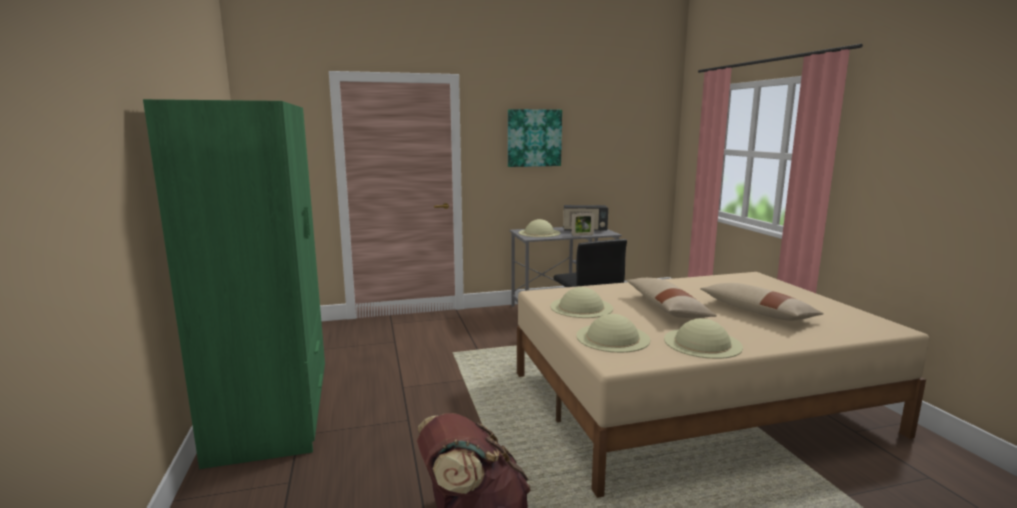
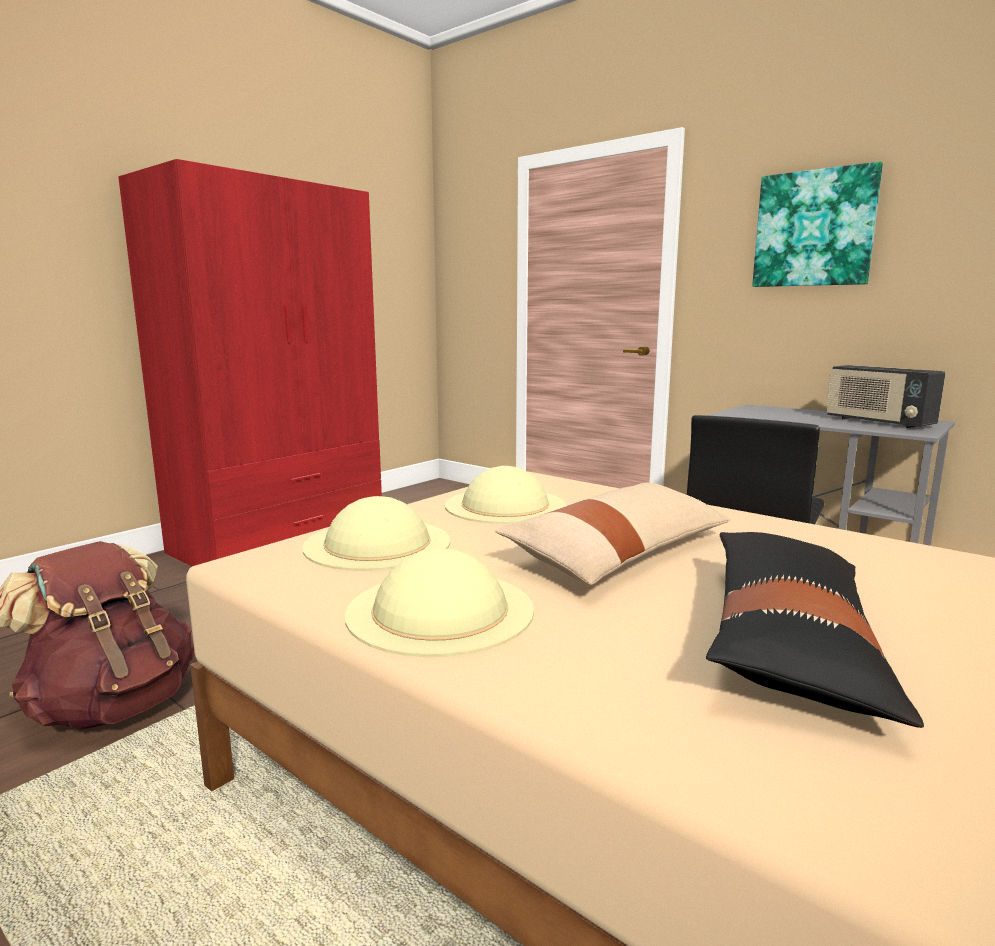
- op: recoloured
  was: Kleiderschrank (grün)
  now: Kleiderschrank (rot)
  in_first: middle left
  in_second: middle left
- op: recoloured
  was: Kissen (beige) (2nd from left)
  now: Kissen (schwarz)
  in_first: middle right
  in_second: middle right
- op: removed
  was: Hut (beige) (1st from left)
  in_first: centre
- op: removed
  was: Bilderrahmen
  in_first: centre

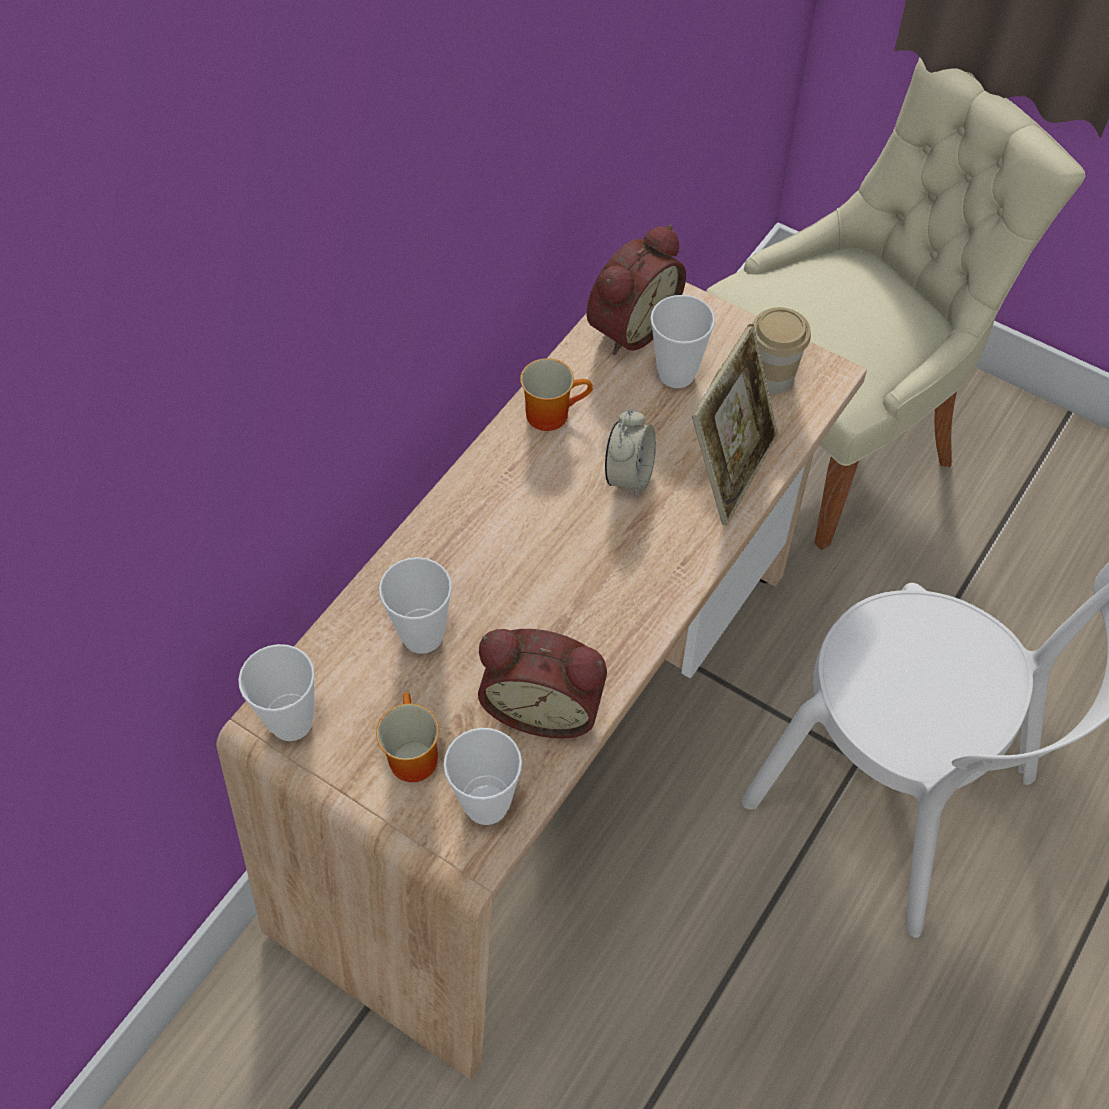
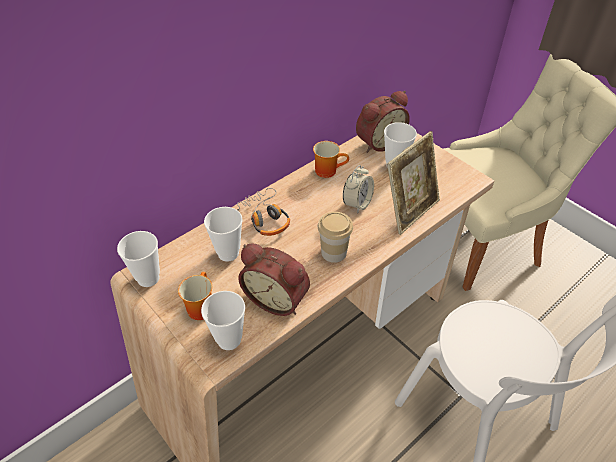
- op: added
  now: Kopfhörer
  in_second: centre
- op: moved
  was: Tasse (5th from left in the first image)
  now: Tasse (4th from left)
  in_first: top right
  in_second: centre

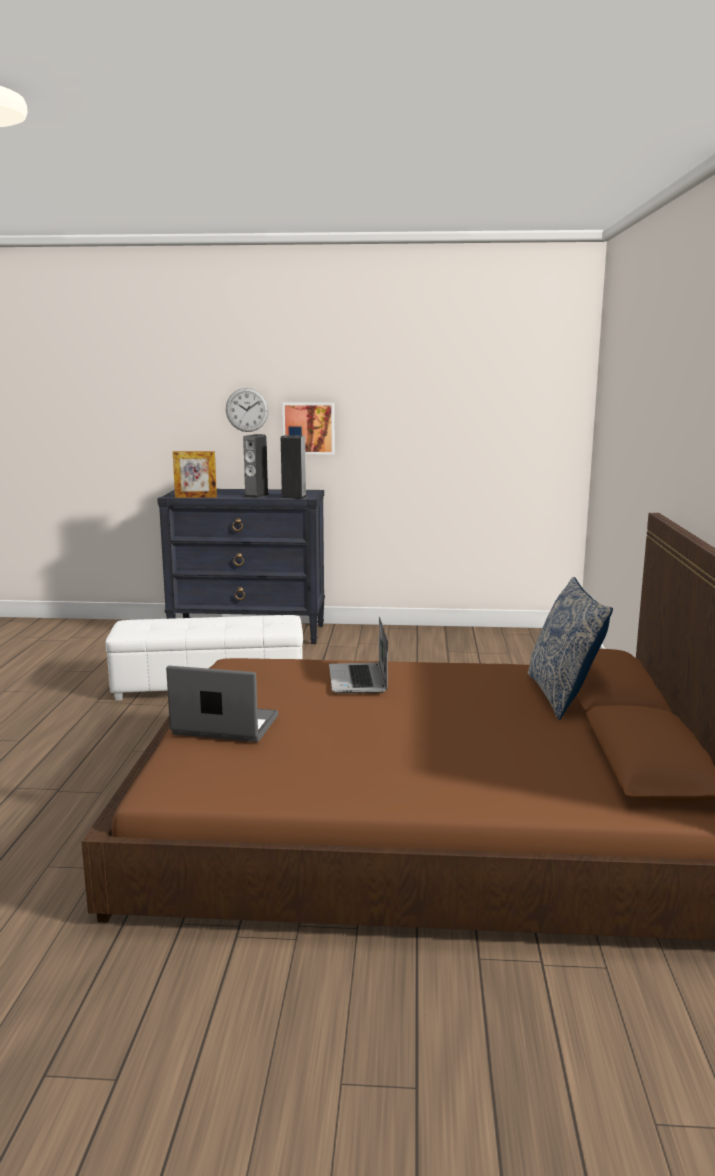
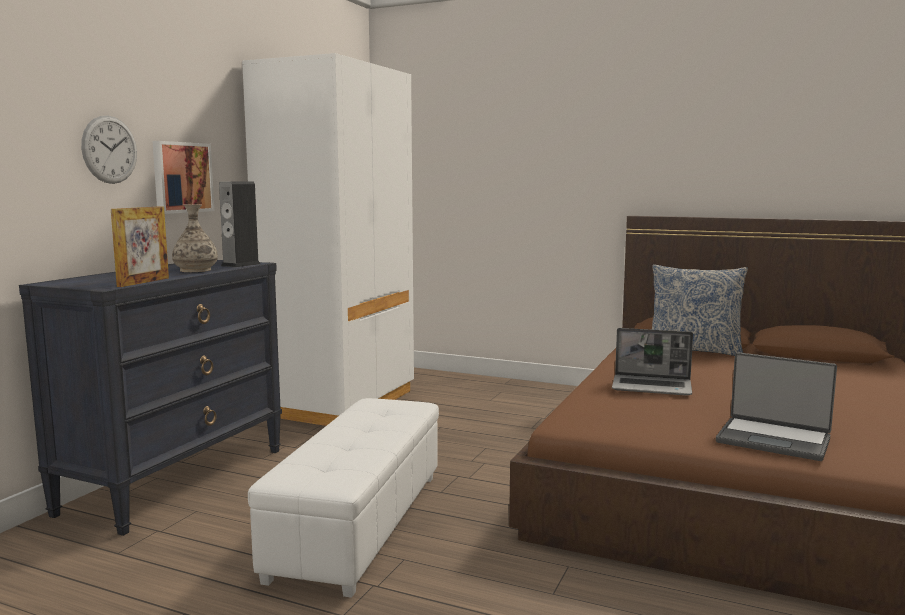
- op: replaced
  was: Lautsprecher (1st from left)
  now: Vase
  in_first: centre
  in_second: middle left
- op: added
  now: Kleiderschrank (weiß)
  in_second: centre
- op: turned
  was: Laptop (1st from left in the first image)
  in_first: middle left
  in_second: middle right
  clockwise: -90

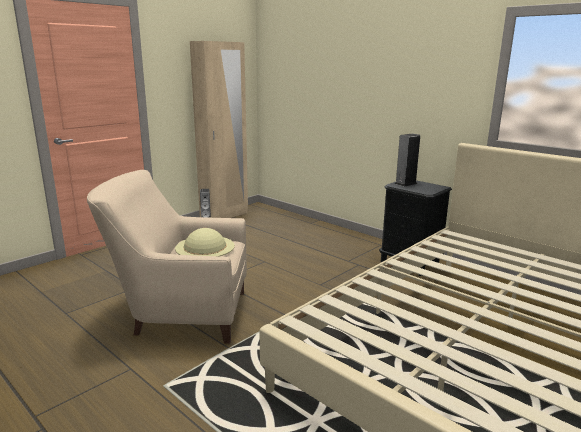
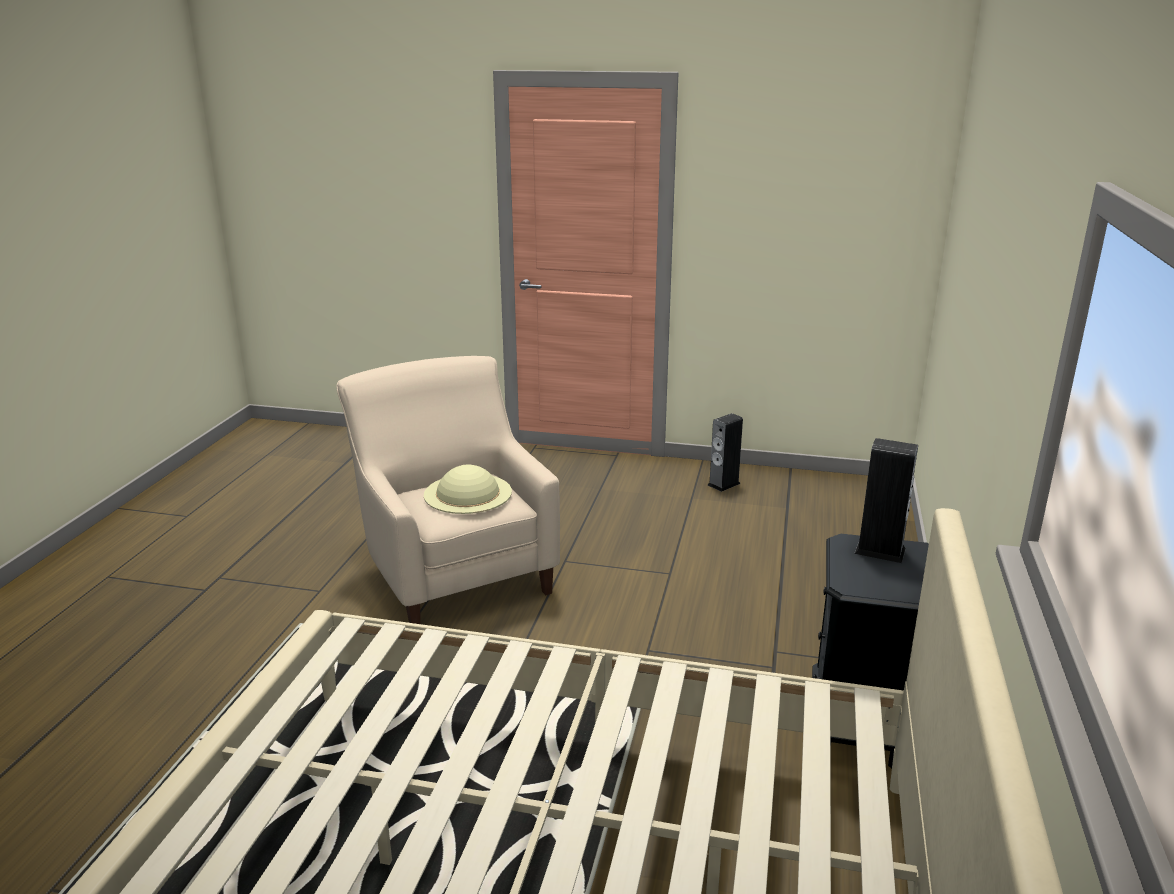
- op: removed
  was: Kleiderschrank (beige)
  in_first: top centre

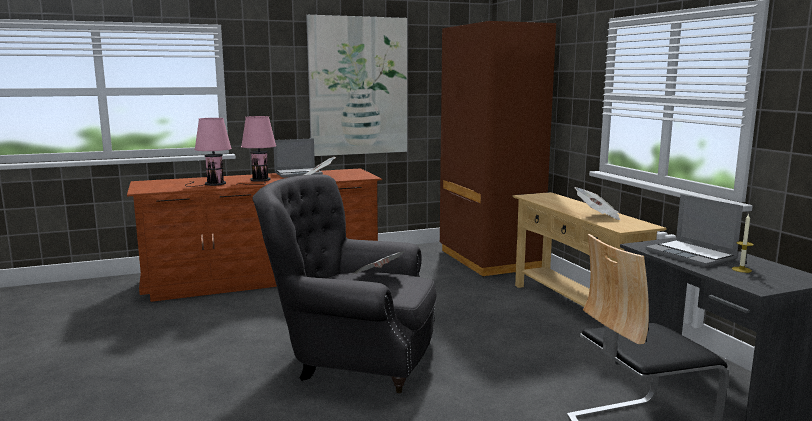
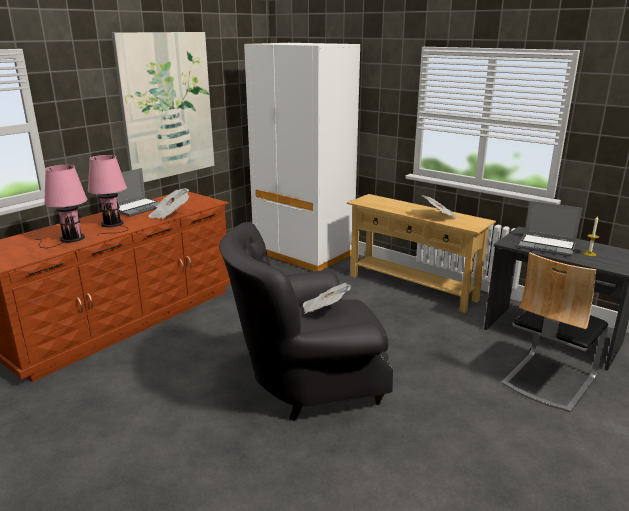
- op: recoloured
  was: Kleiderschrank (braun)
  now: Kleiderschrank (weiß)
  in_first: centre
  in_second: top centre

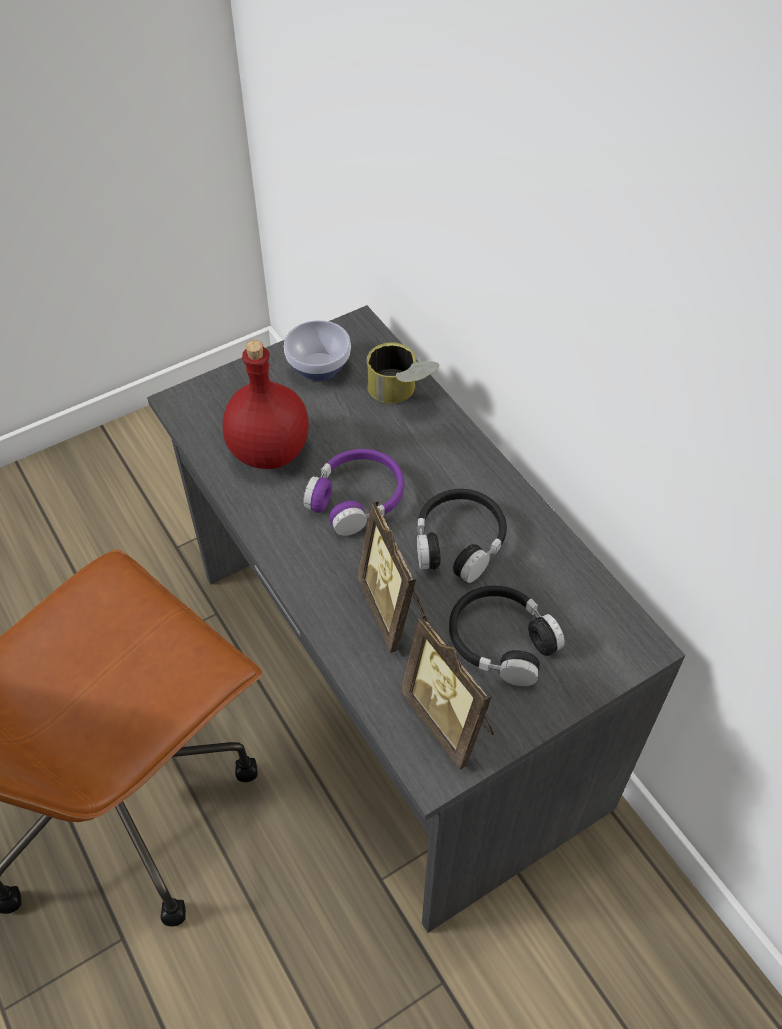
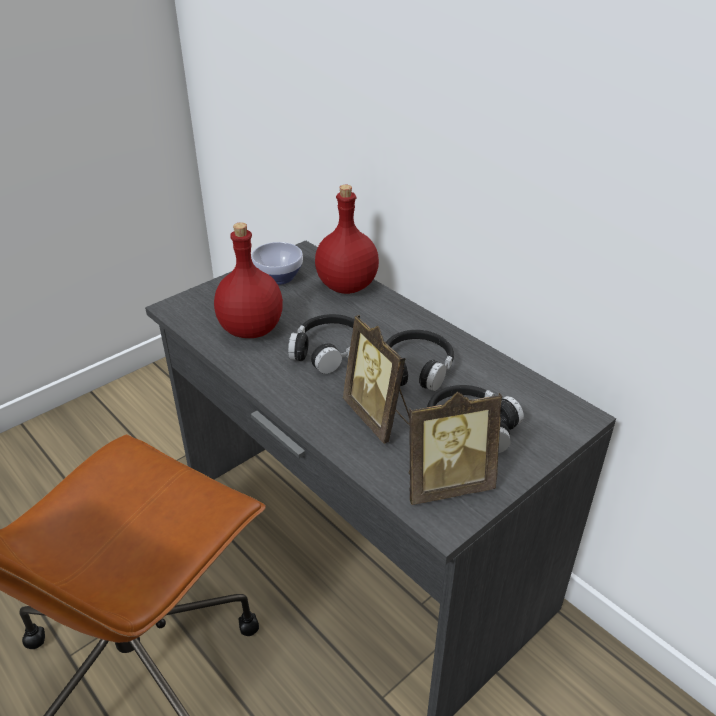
- op: recoloured
  was: Kopfhörer (lila)
  now: Kopfhörer (schwarz) (1st from left)
  in_first: centre
  in_second: centre
- op: replaced
  was: Dose
  now: Flasche (rot) (2nd from left)
  in_first: centre
  in_second: centre
- op: turned
  was: Bilderrahmen (2nd from left)
  in_first: bottom centre
  in_second: centre
  clockwise: -60

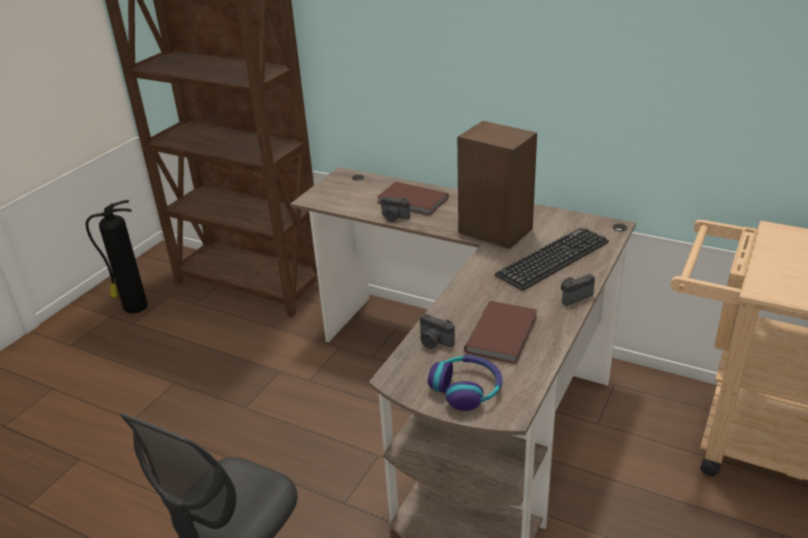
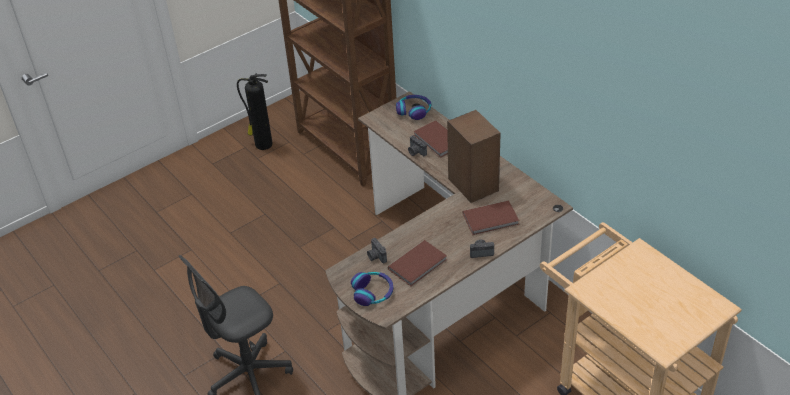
- op: added
  now: Kopfhörer (2nd from left)
  in_second: top centre
- op: replaced
  was: Tastatur
  now: Buch (braun) (3rd from left)
  in_first: middle right
  in_second: centre

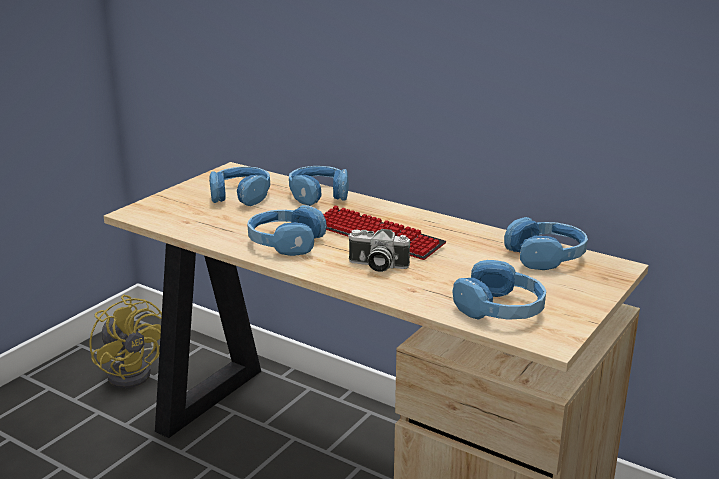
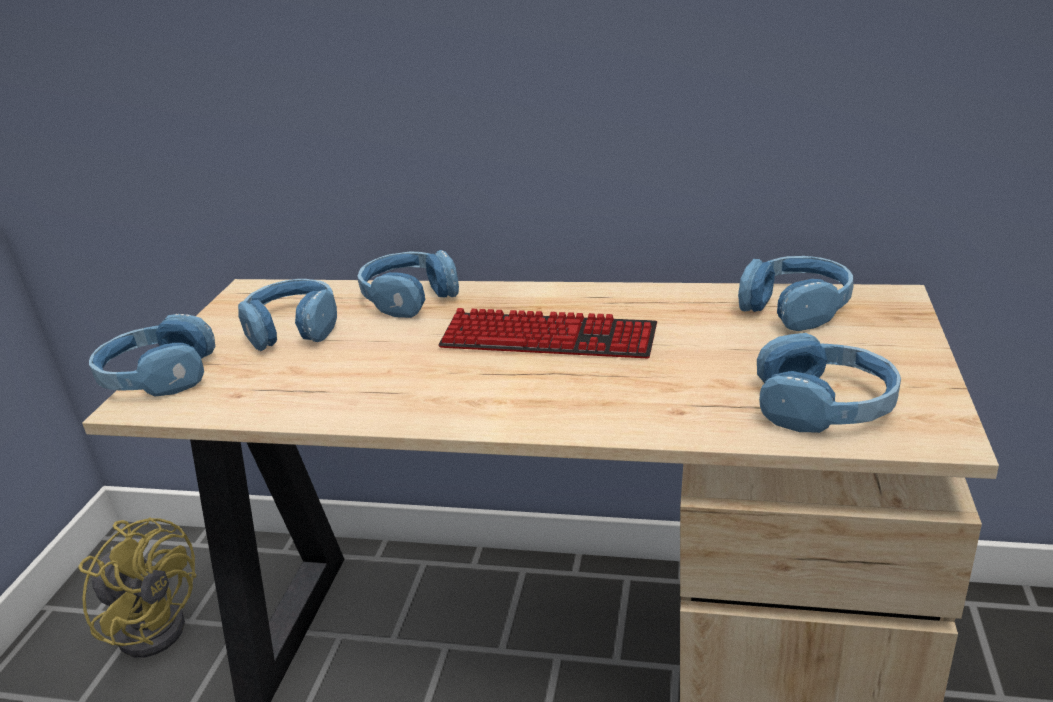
- op: moved
  was: Kopfhörer (blau) (2nd from left in the first image)
  now: Kopfhörer (blau) (1st from left)
  in_first: centre
  in_second: middle left
- op: removed
  was: Kamera
  in_first: centre

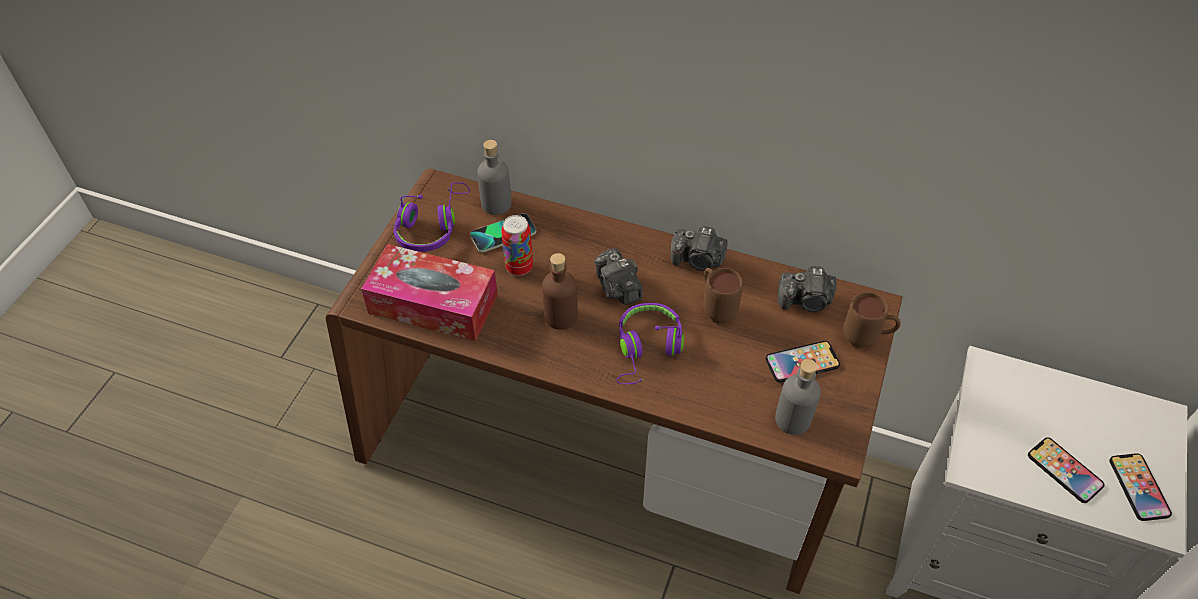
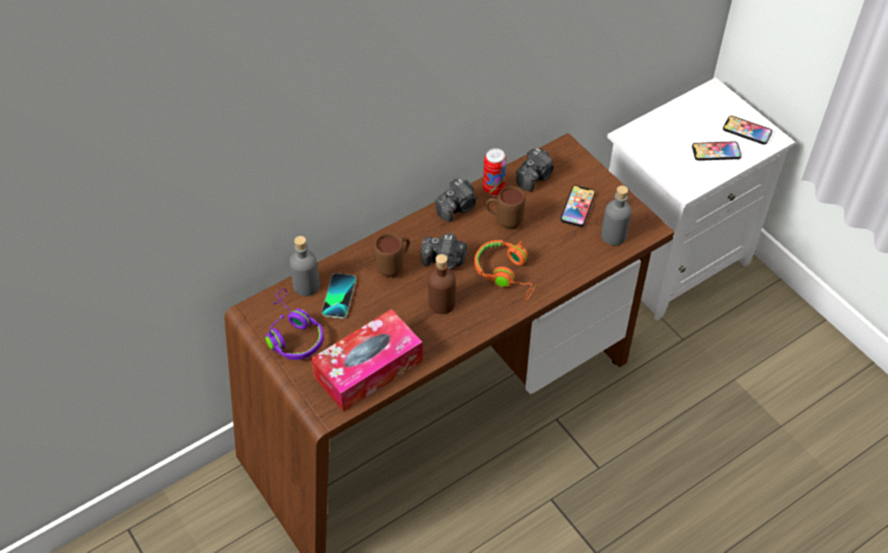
- op: moved
  was: Henkelbecher (braun) (2nd from left in the first image)
  now: Henkelbecher (braun) (1st from left)
  in_first: middle right
  in_second: centre
- op: recoloured
  was: Kopfhörer (lila) (2nd from left)
  now: Kopfhörer (orange)
  in_first: centre
  in_second: centre
- op: moved
  was: Dose
  in_first: centre
  in_second: top centre

